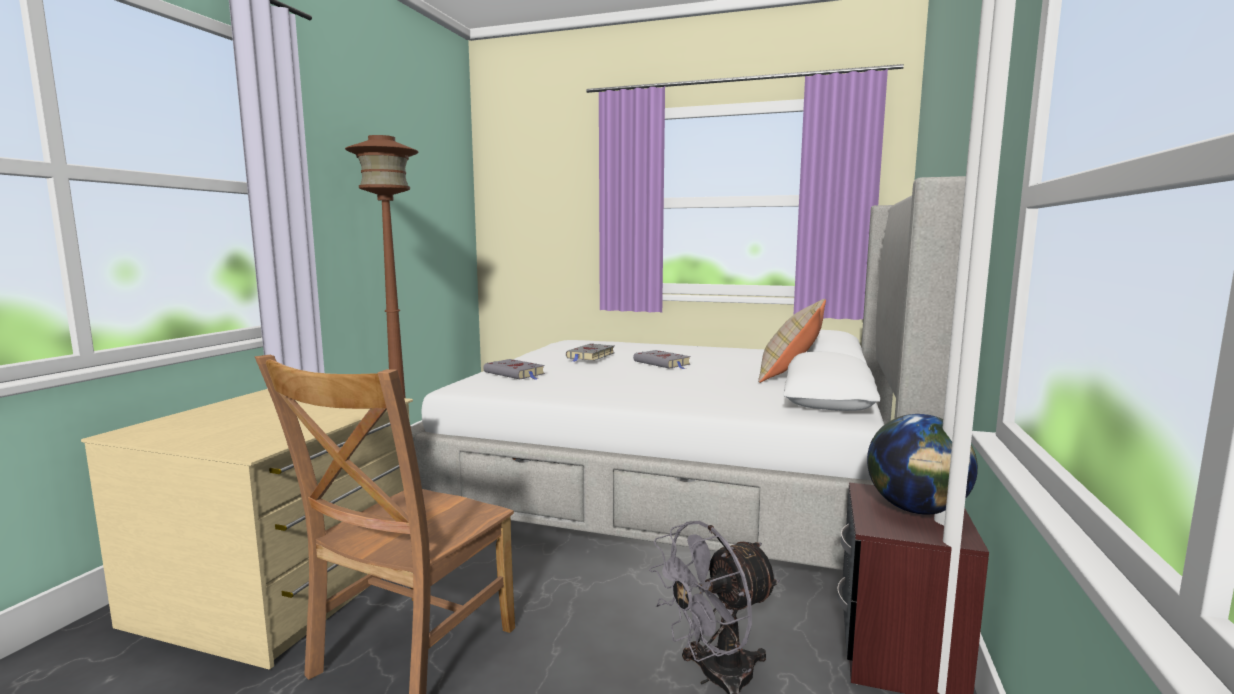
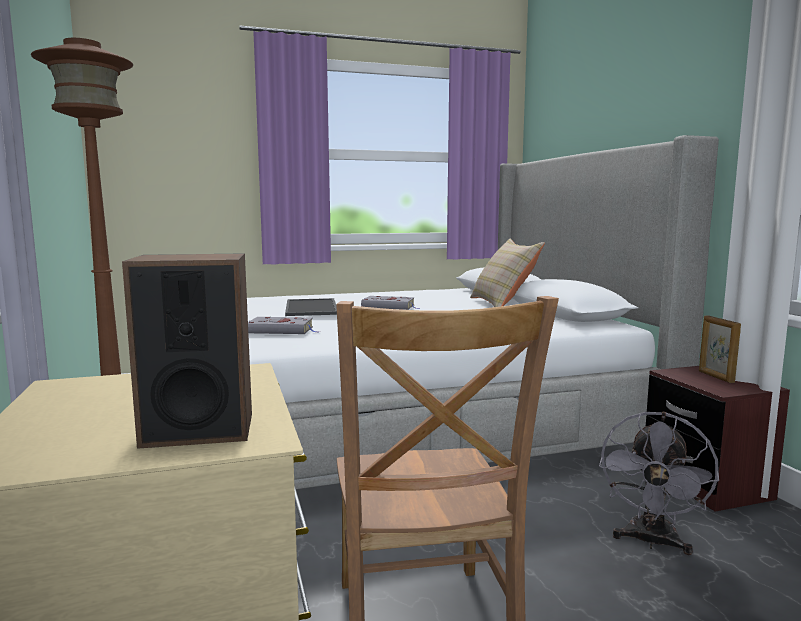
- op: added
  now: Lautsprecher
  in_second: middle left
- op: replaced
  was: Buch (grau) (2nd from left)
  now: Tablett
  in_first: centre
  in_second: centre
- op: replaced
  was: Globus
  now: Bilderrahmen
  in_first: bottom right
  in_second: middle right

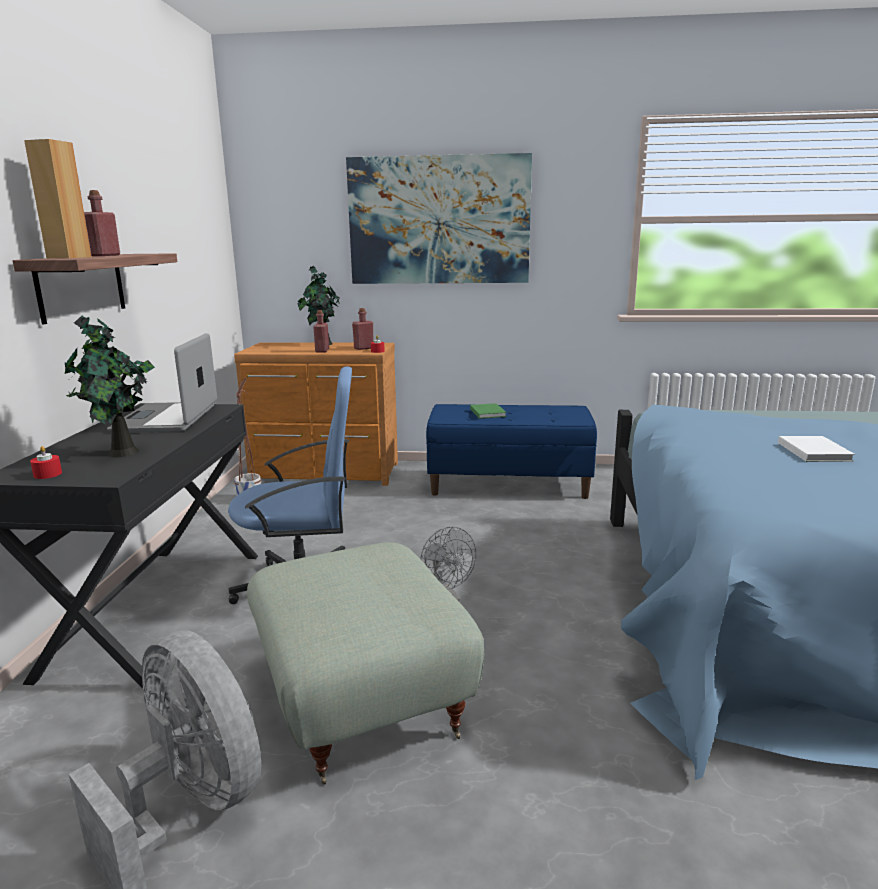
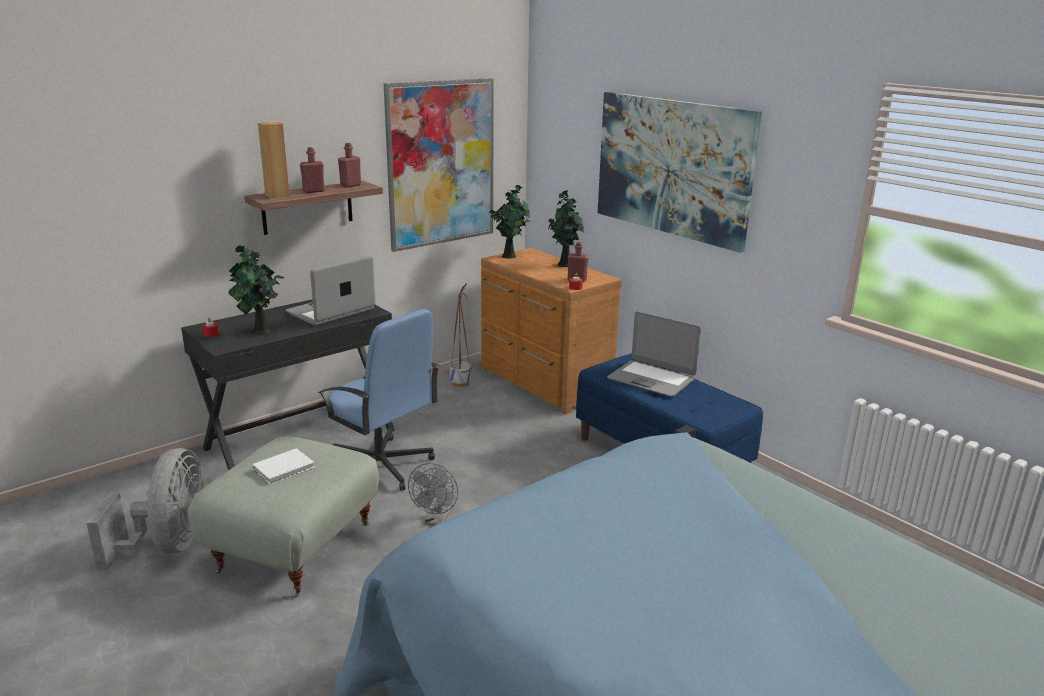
- op: moved
  was: Buch (weiß)
  in_first: middle right
  in_second: bottom left
- op: moved
  was: Flasche (rot) (2nd from left)
  in_first: centre
  in_second: top centre
- op: added
  now: Bild (1st from left)
  in_second: top centre
- op: added
  now: Topfpflanze (2nd from left)
  in_second: top centre
- op: replaced
  was: Buch (grün)
  now: Laptop (2nd from left)
  in_first: centre
  in_second: centre

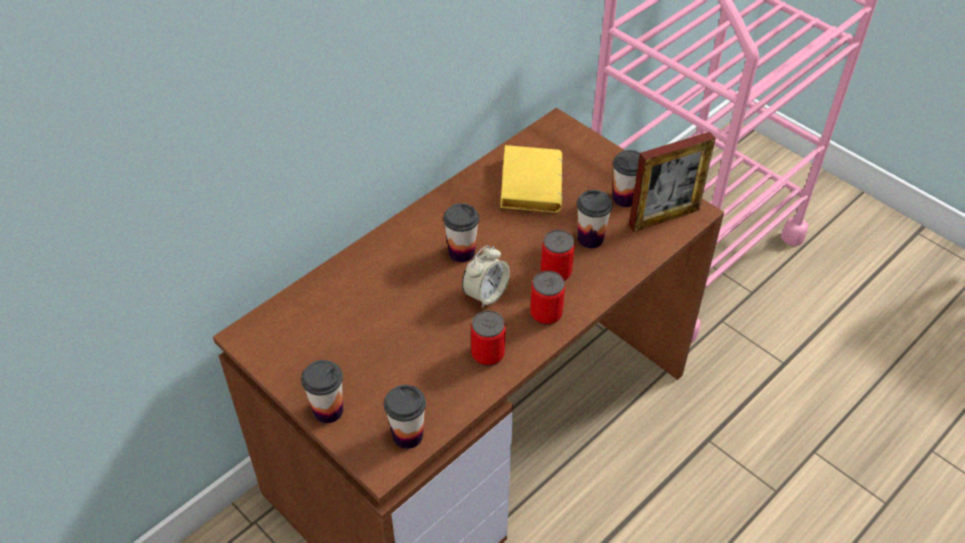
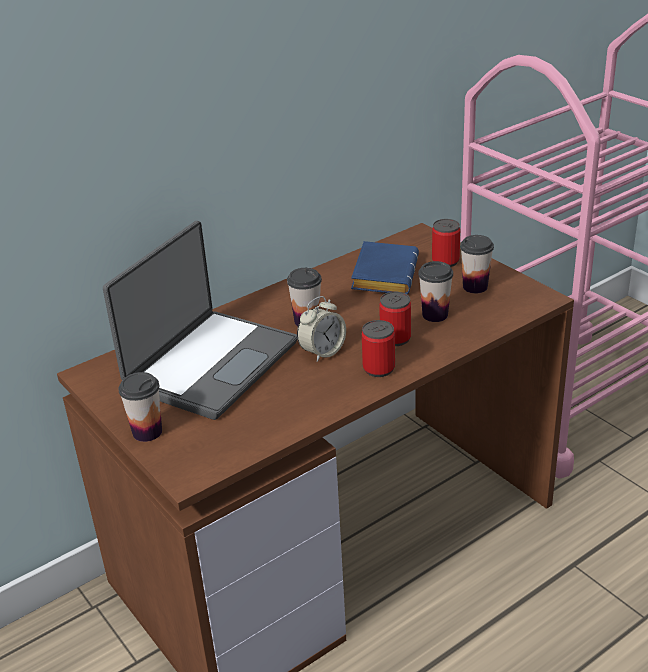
- op: added
  now: Laptop
  in_second: middle left
- op: recoloured
  was: Buch (gelb)
  now: Buch (blau)
  in_first: top centre
  in_second: centre
- op: moved
  was: Dose (1st from left in the first image)
  now: Dose (3rd from left)
  in_first: centre
  in_second: middle right
- op: removed
  was: Tasse (2nd from left)
  in_first: bottom centre
- op: removed
  was: Bilderrahmen
  in_first: middle right

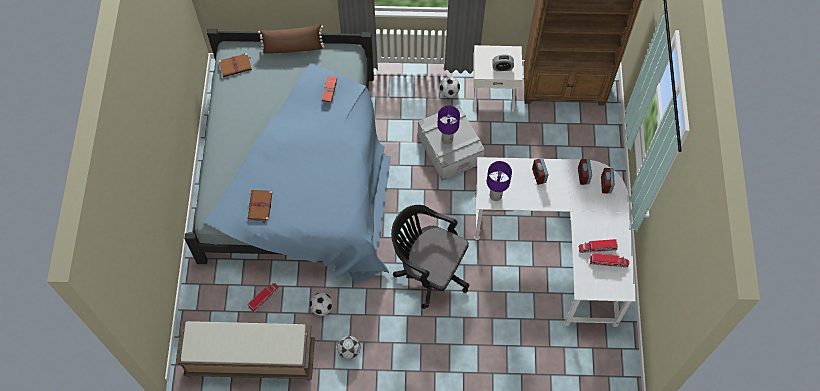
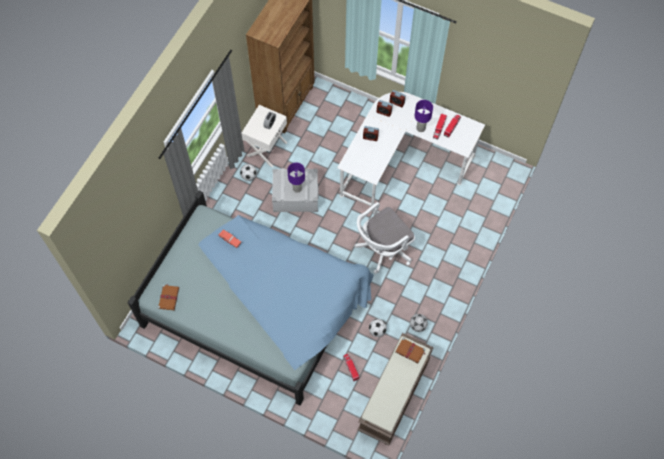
- op: recoloured
  was: Bürostuhl (schwarz)
  now: Bürostuhl (weiß)
  in_first: centre
  in_second: centre
- op: moved
  was: Buch (braun) (2nd from left)
  in_first: middle left
  in_second: bottom centre
- op: moved
  was: Tischlampe (lila) (2nd from left)
  in_first: centre
  in_second: top centre
- op: removed
  was: Kissen (braun)
  in_first: top centre

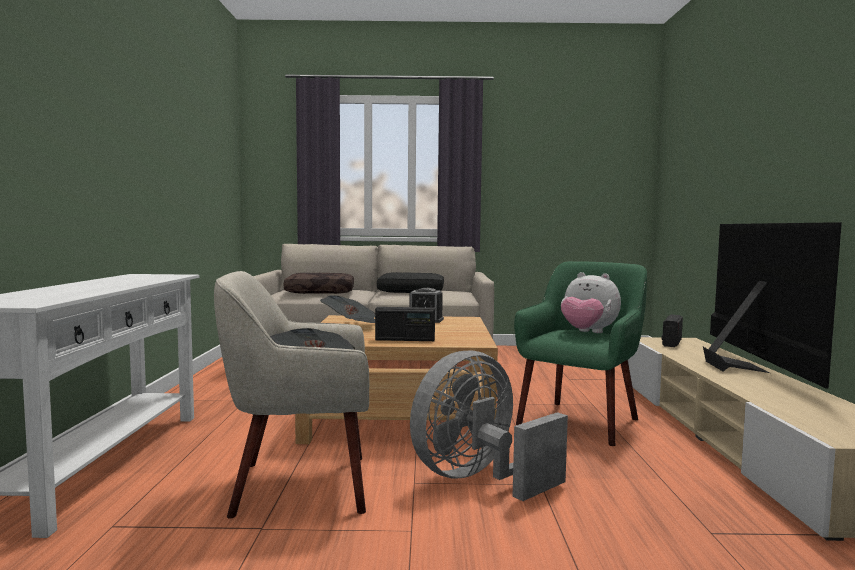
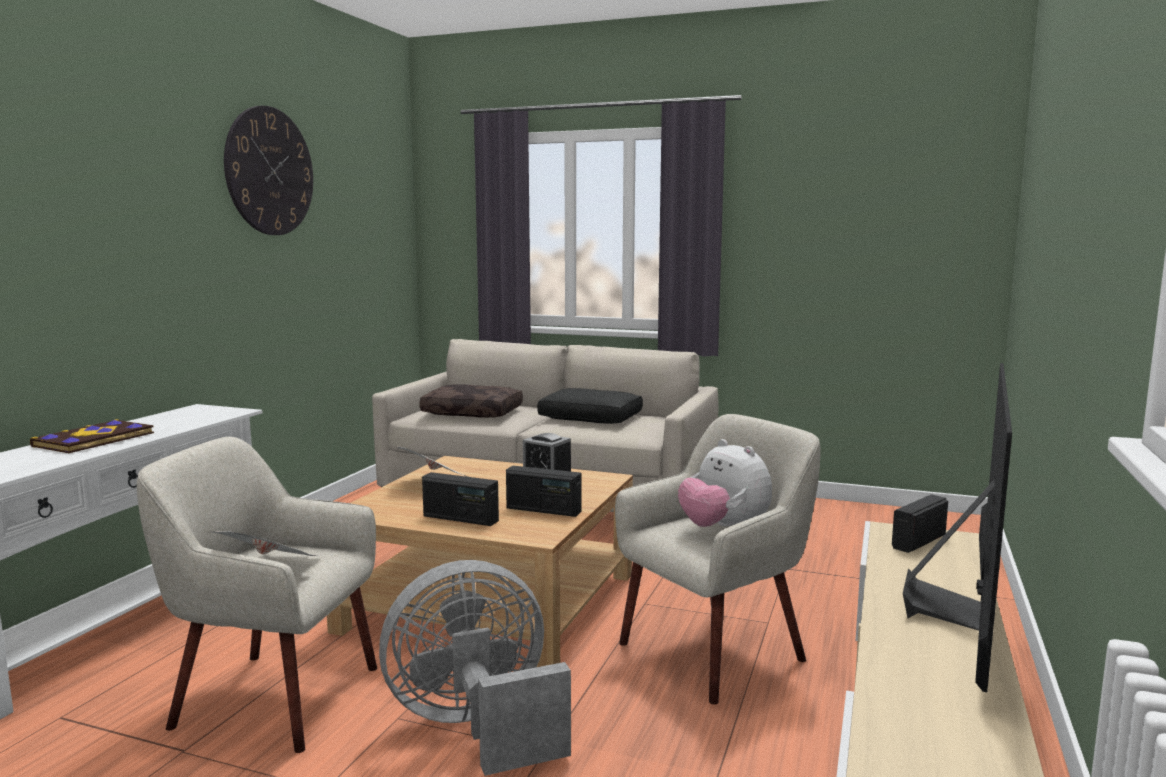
- op: added
  now: Buch
  in_second: middle left
- op: added
  now: Wanduhr
  in_second: top left
- op: added
  now: Radio (2nd from left)
  in_second: centre
- op: recoloured
  was: Sessel (grün)
  now: Sessel (beige) (2nd from left)
  in_first: middle right
  in_second: bottom centre

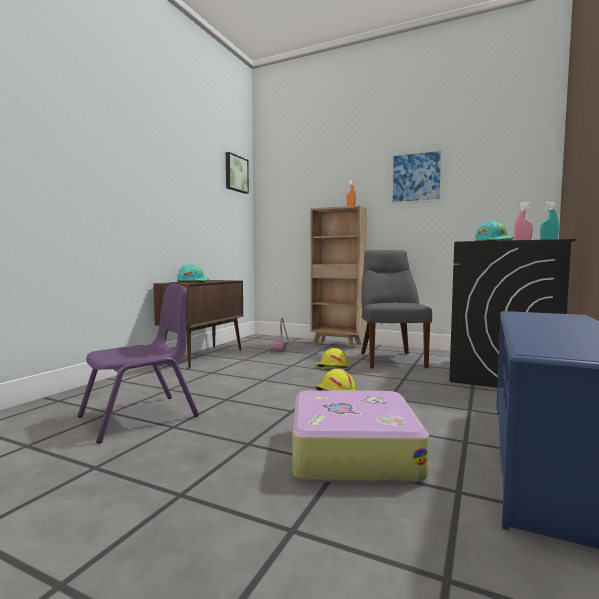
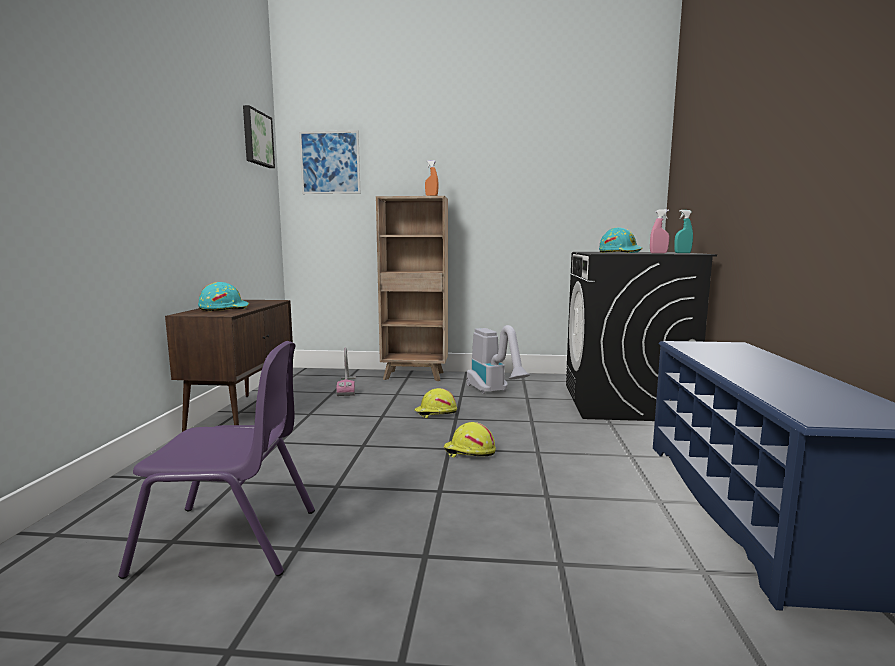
- op: turned
  was: Stuhl (lila)
  in_first: middle left
  in_second: bottom left
  clockwise: 60
- op: moved
  was: Bild (2nd from left)
  in_first: top right
  in_second: top centre
- op: replaced
  was: Stuhl (grau)
  now: Staubsauger (2nd from left)
  in_first: centre
  in_second: centre
- op: removed
  was: Koffer
  in_first: bottom centre

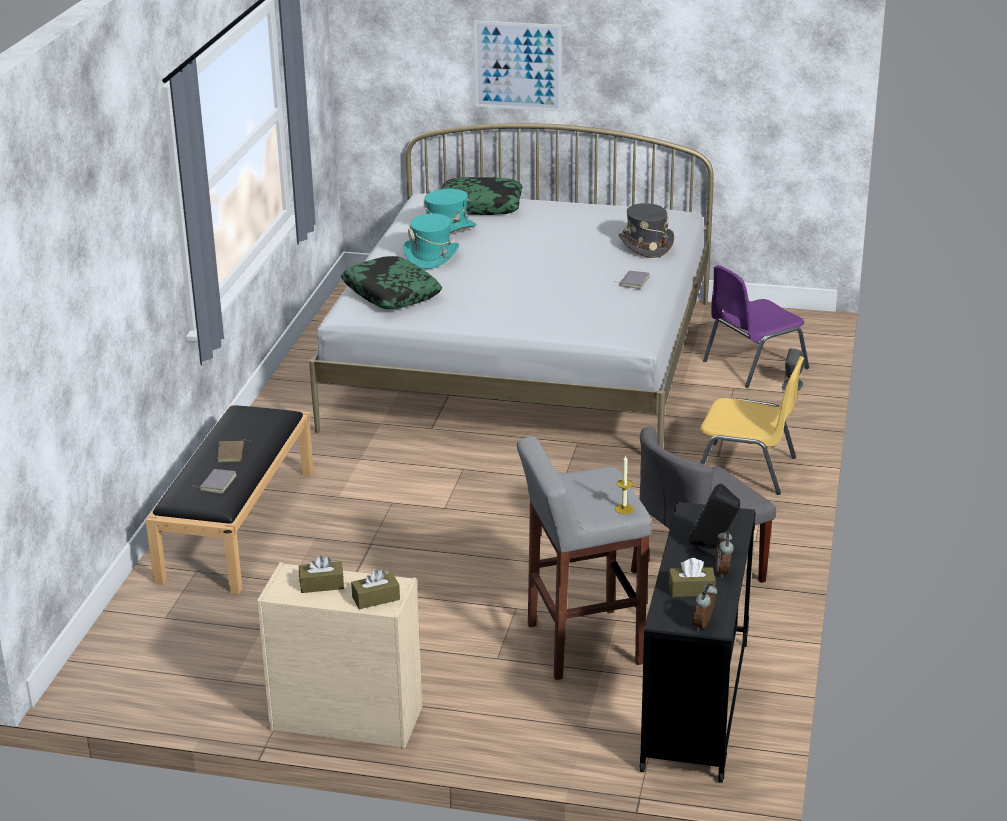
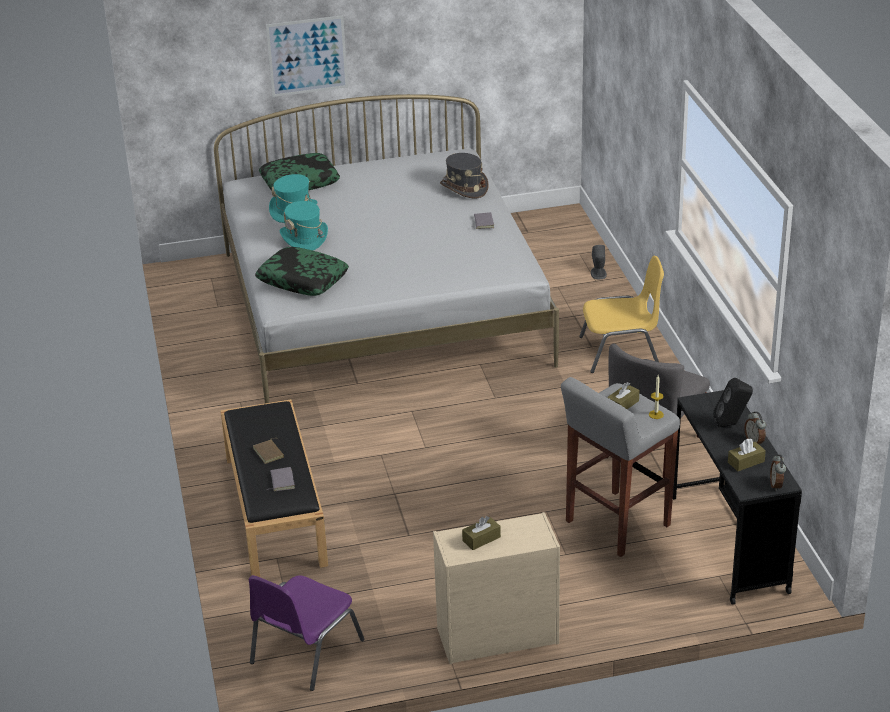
- op: moved
  was: Stuhl (lila)
  in_first: middle right
  in_second: bottom centre
- op: moved
  was: Taschentuchbox (braun) (2nd from left)
  in_first: bottom centre
  in_second: middle right

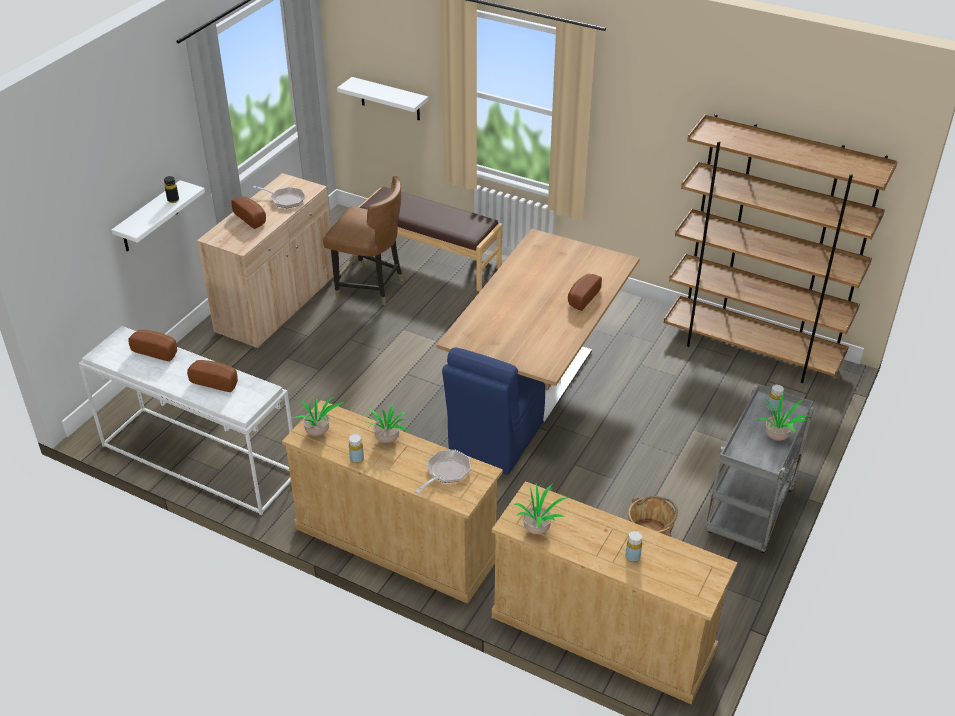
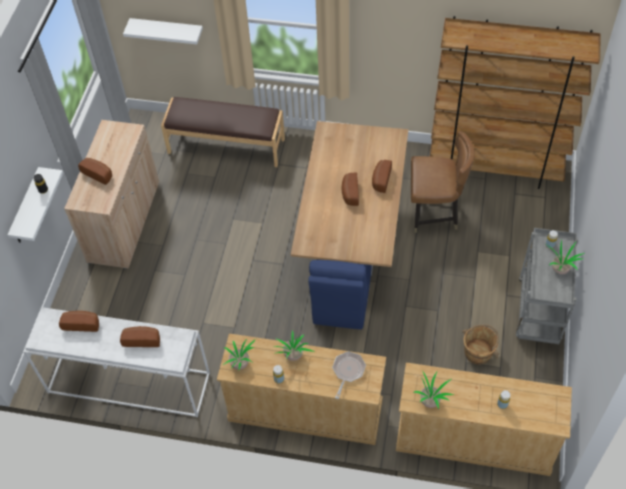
- op: added
  now: Brot (4th from left)
  in_second: centre
- op: moved
  was: Stuhl (braun)
  in_first: centre
  in_second: middle right
- op: removed
  was: Pfanne (1st from left)
  in_first: top left

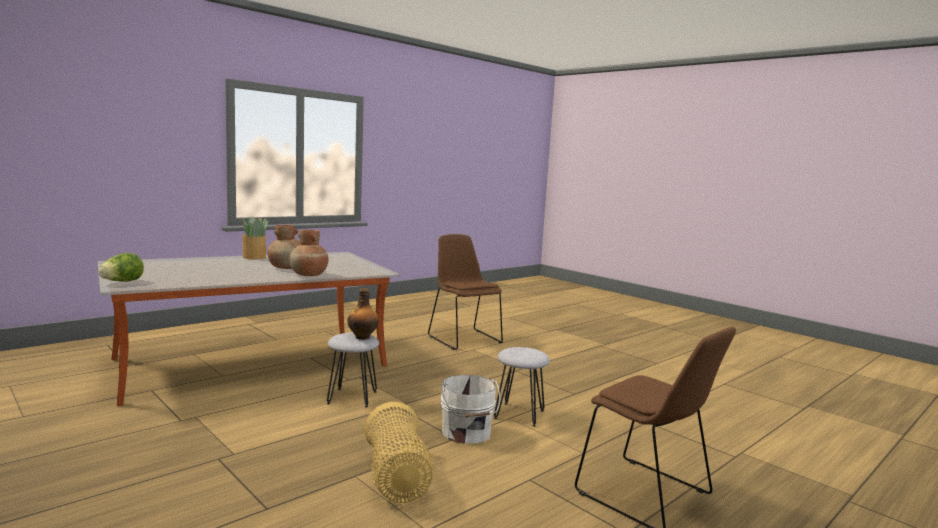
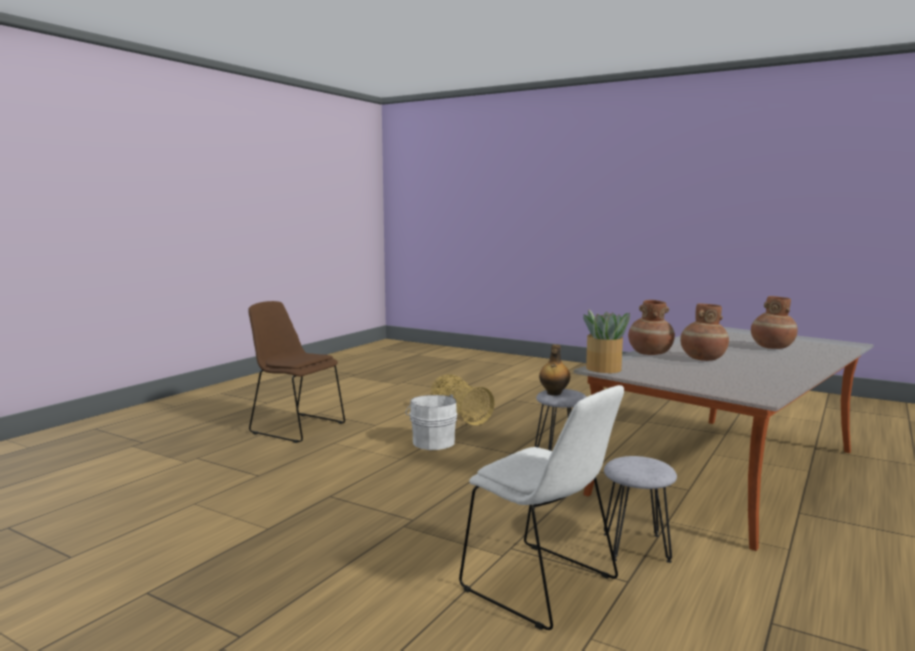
- op: recoloured
  was: Stuhl (braun) (1st from left)
  now: Stuhl (weiß)
  in_first: centre
  in_second: bottom centre
- op: moved
  was: Topfpflanze
  in_first: middle left
  in_second: centre
- op: moved
  was: Hocker (grau) (2nd from left)
  in_first: bottom centre
  in_second: bottom right
- op: added
  now: Vase (braun) (3rd from left)
  in_second: middle right
- op: removed
  was: Salatkopf
  in_first: middle left

